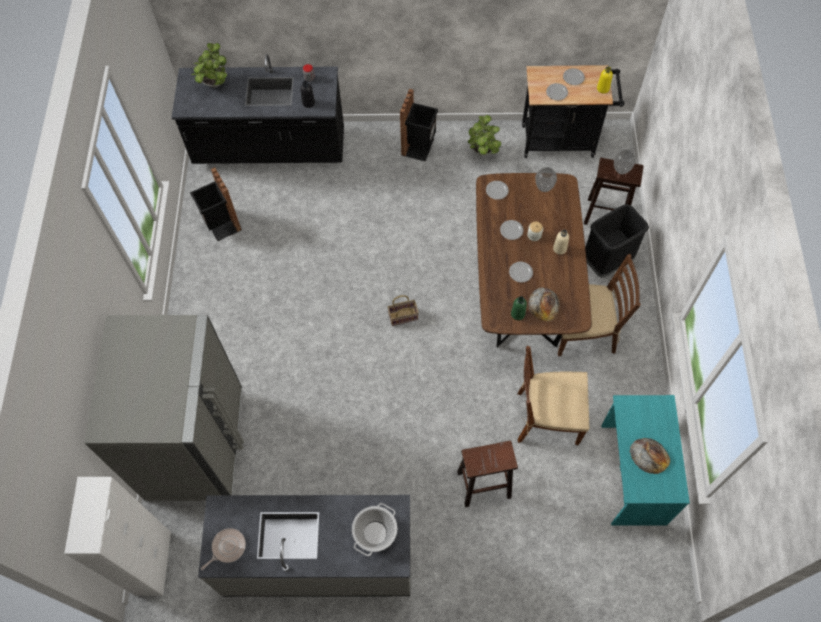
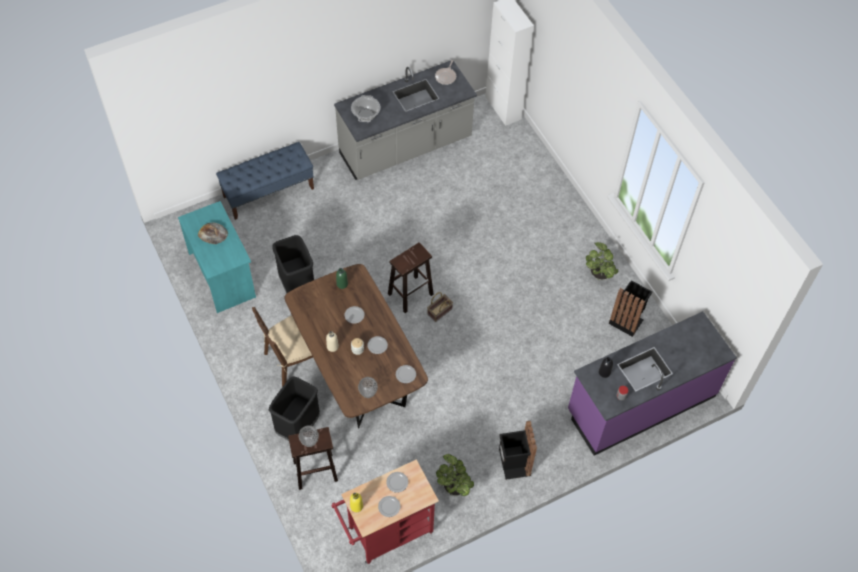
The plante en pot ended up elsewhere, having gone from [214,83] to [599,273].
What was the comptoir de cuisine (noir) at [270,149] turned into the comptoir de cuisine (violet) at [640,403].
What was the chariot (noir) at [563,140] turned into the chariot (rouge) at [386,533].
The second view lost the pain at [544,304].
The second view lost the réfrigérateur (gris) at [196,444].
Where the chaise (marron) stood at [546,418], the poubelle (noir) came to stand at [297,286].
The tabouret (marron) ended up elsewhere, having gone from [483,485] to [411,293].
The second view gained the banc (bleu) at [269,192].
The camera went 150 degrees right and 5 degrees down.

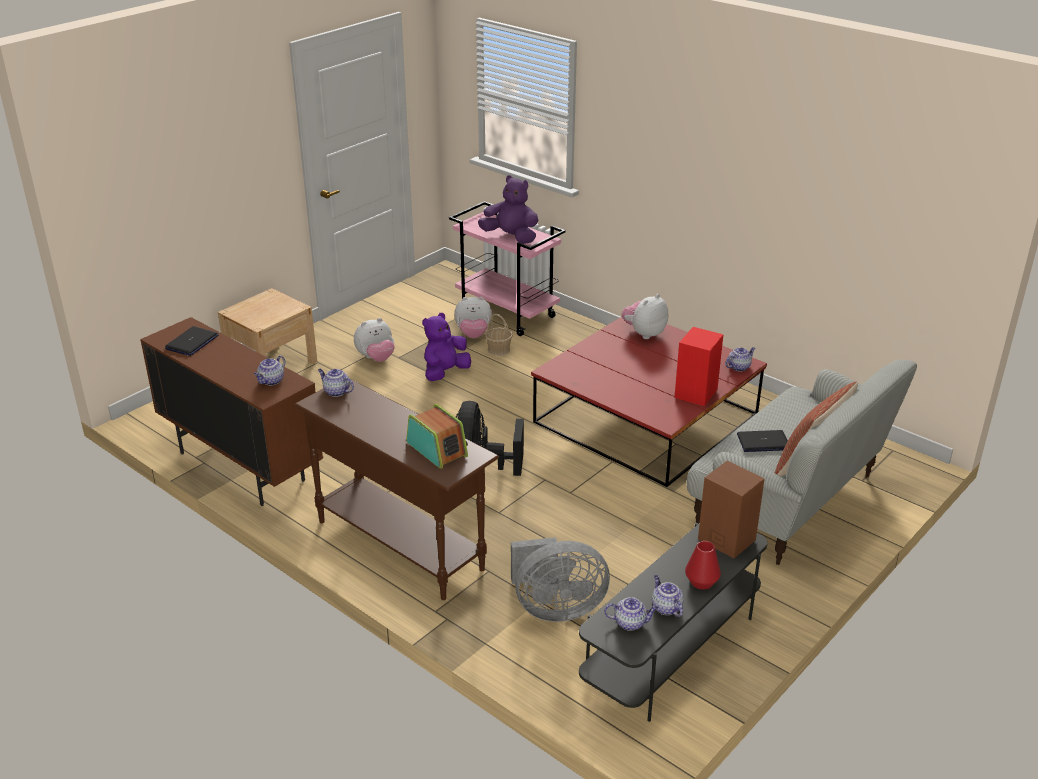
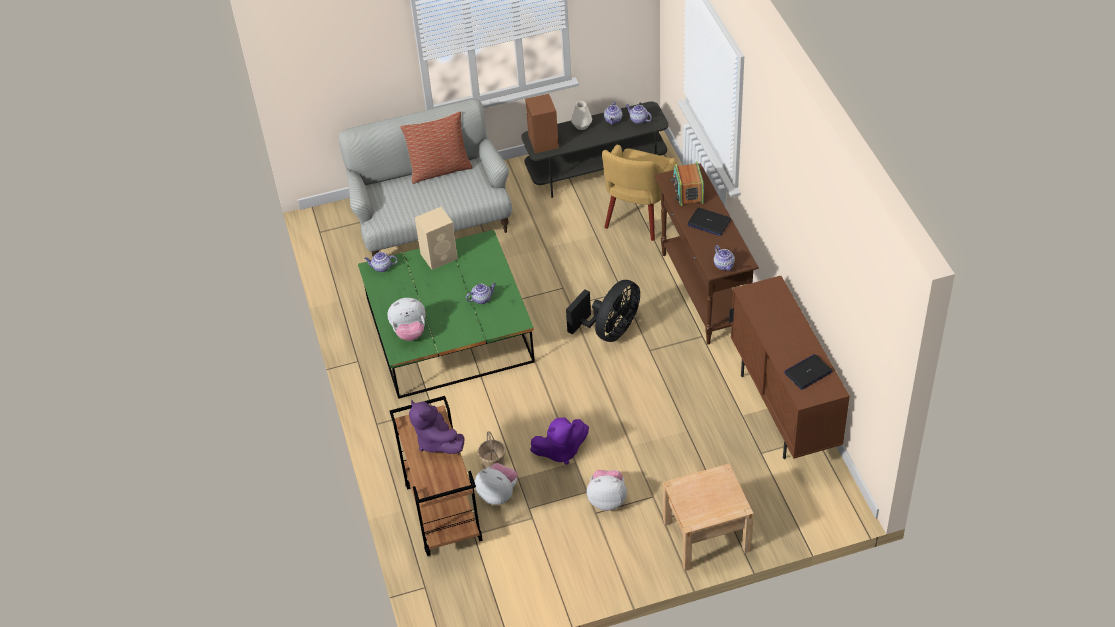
What was the chariot (rose) at [508,313] turned into the chariot (marron) at [442,512].
What was the table basse (rouge) at [646,418] turned into the table basse (vert) at [449,330].
What was the enceinte (rouge) at [695,394] turned into the enceinte (beige) at [440,256].
The théière ended up elsewhere, having gone from [271,381] to [482,299].
The ordinateur portable ended up elsewhere, having gone from [763,442] to [708,222].
Where the ventilateur (gris) stood at [555,608], the fauteuil (jaune) came to stand at [639,214].
What was the vase (rouge) at [701,582] turned into the vase (blanc) at [582,125].
The camera went 145 degrees left and 15 degrees up.

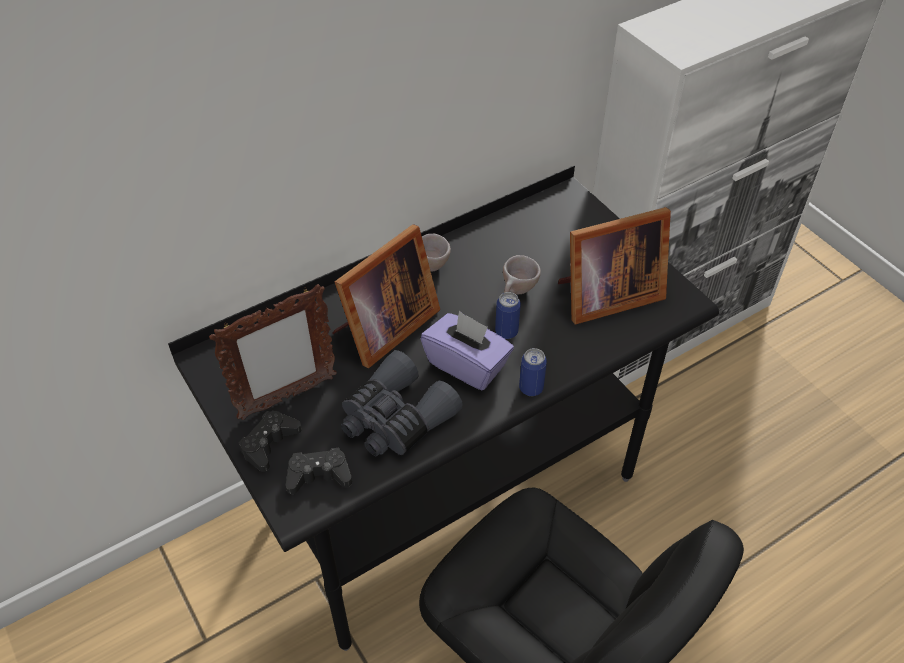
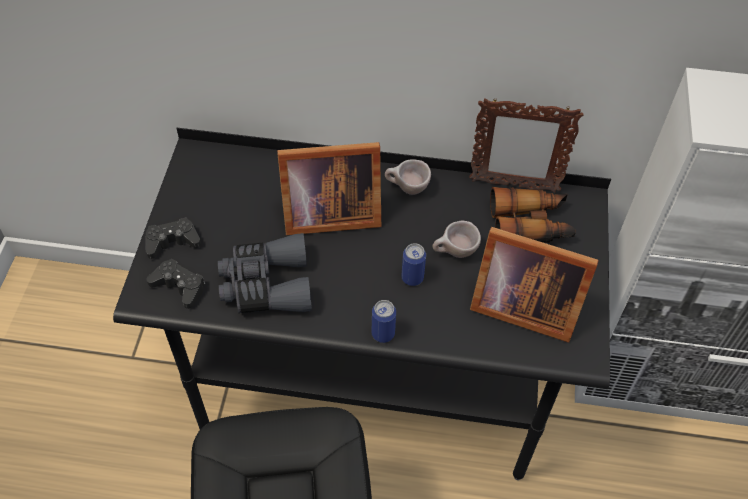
The cadre photo ended up elsewhere, having gone from [287,398] to [513,185].
The second view lost the boîte à mouchoirs (violet) at [467,364].
The second view gained the jumelles at [530,225].
The camera went 40 degrees right and 5 degrees up.

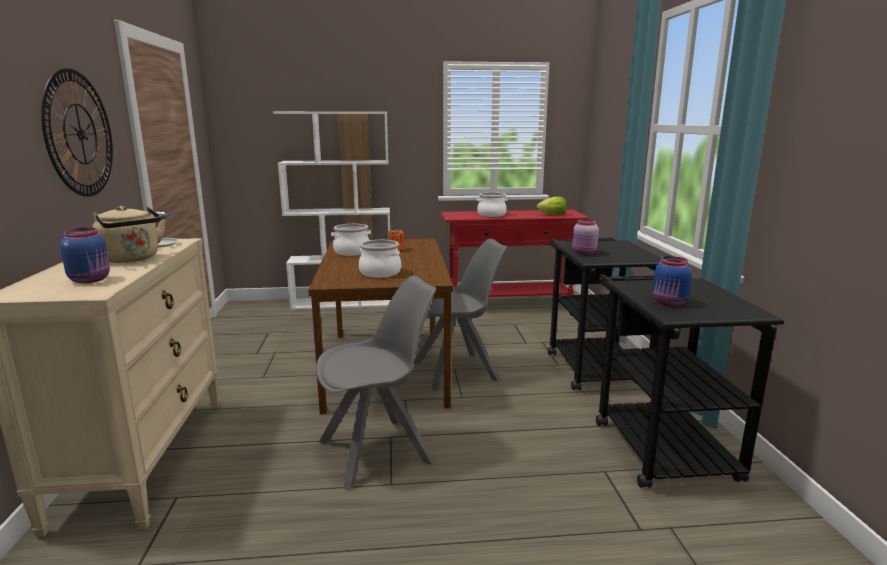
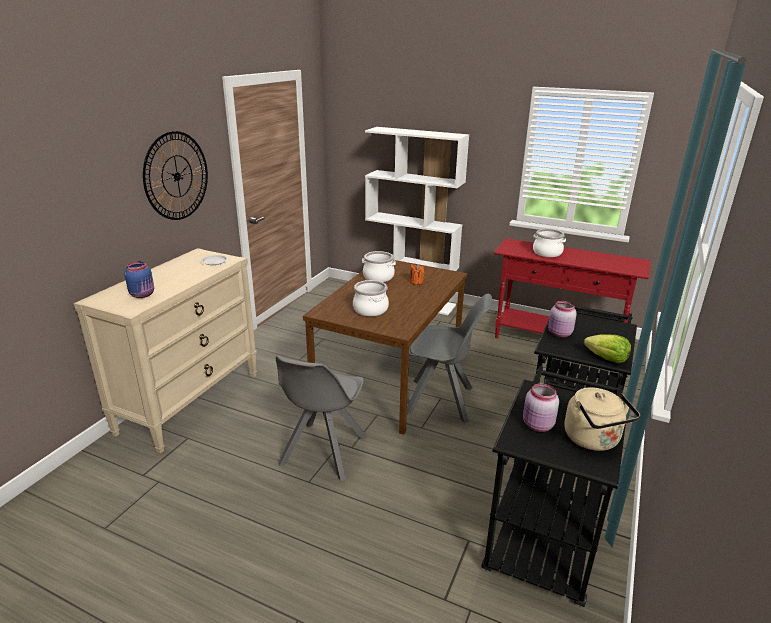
The laitue ended up elsewhere, having gone from [552,215] to [606,359].
The bouilloire (beige) ended up elsewhere, having gone from [132,259] to [594,440].
What was the bocal (bleu) at [669,303] turned into the bocal (rose) at [537,426].
The chaise (gris) at [378,451] ended up facing another way, 105 degrees clockwise from before.
The camera went 30 degrees right and 10 degrees up.

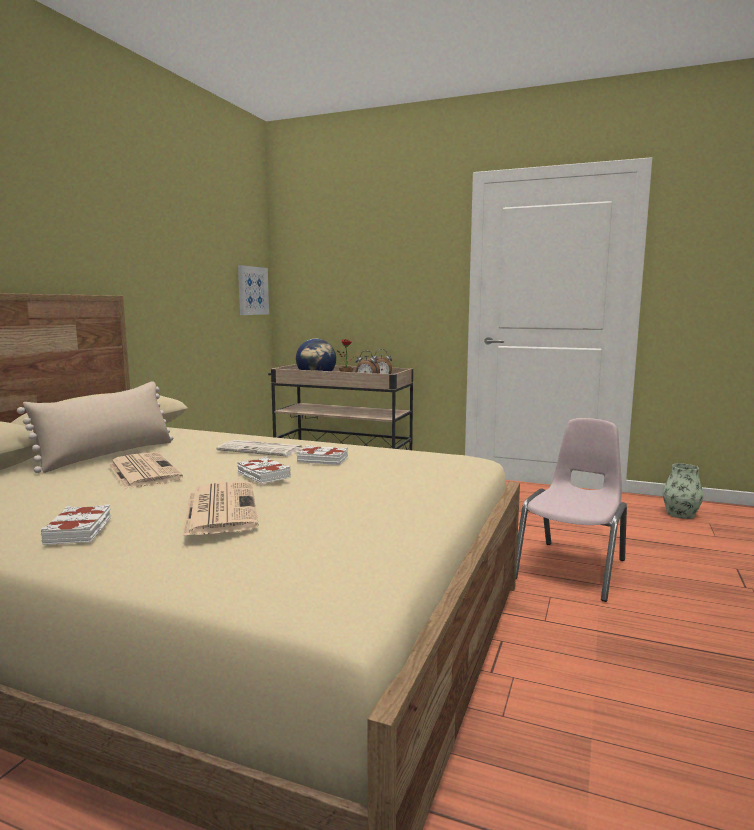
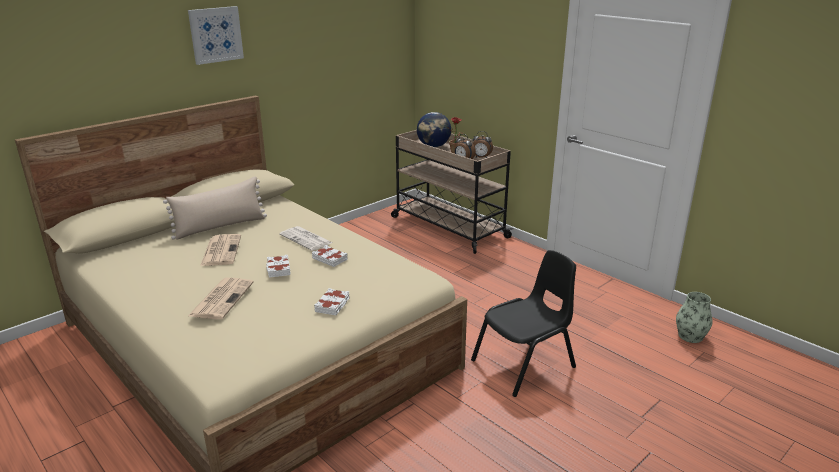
The tableau ended up elsewhere, having gone from [252,290] to [216,35].
What was the chaise (rose) at [572,569] turned into the chaise (noir) at [524,364].
The livre (blanc) ended up elsewhere, having gone from [79,531] to [333,305].
The camera went 25 degrees right and 15 degrees up.

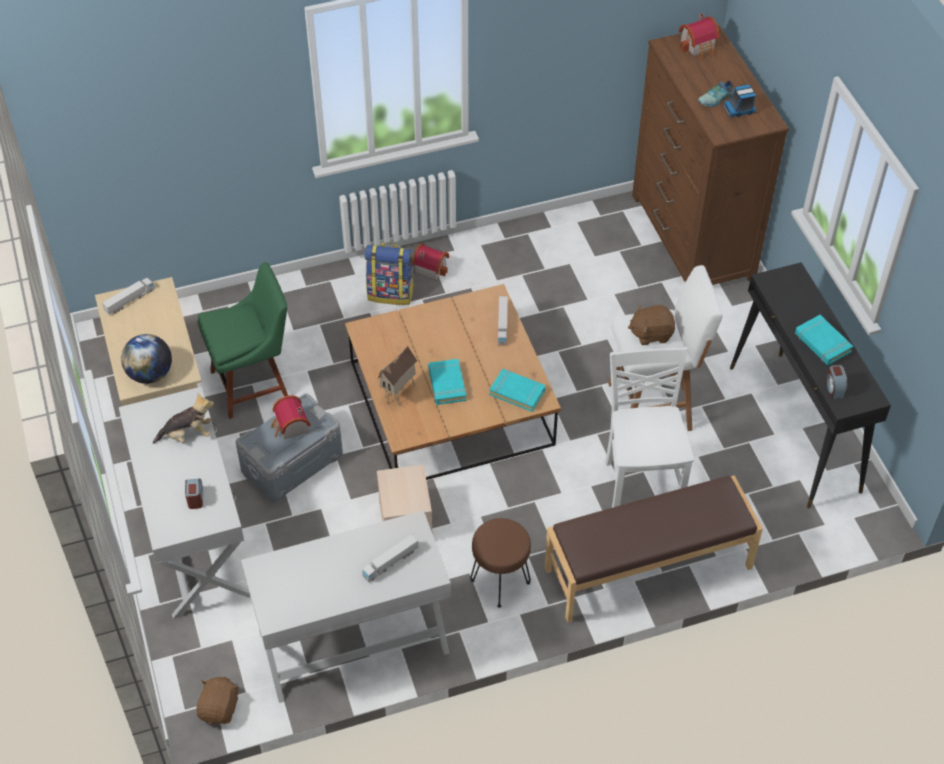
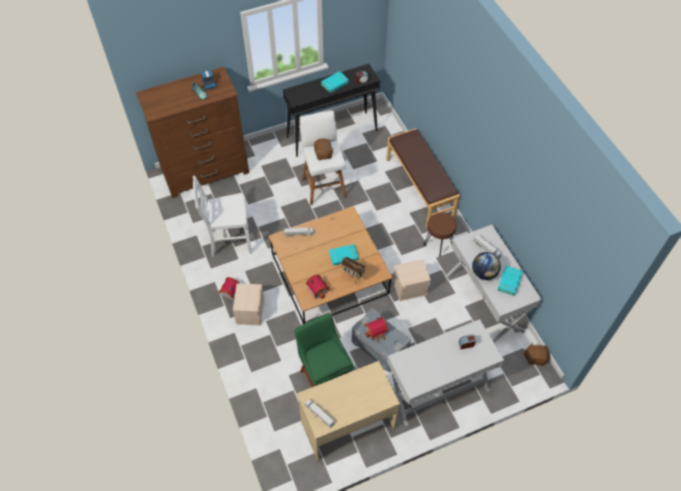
The maison miniature ended up elsewhere, having gone from [699,46] to [318,289].
Where the sac à dos stood at [391,293], the boîte de rangement (beige) came to stand at [250,311].
The globe ended up elsewhere, having gone from [150,374] to [484,273].
The chaise (blanc) ended up elsewhere, having gone from [640,489] to [229,241].
The livre (turquoise) ended up elsewhere, having gone from [517,392] to [509,282].
The second view lost the peluche at [188,435].
The camera went 95 degrees left and 5 degrees up.

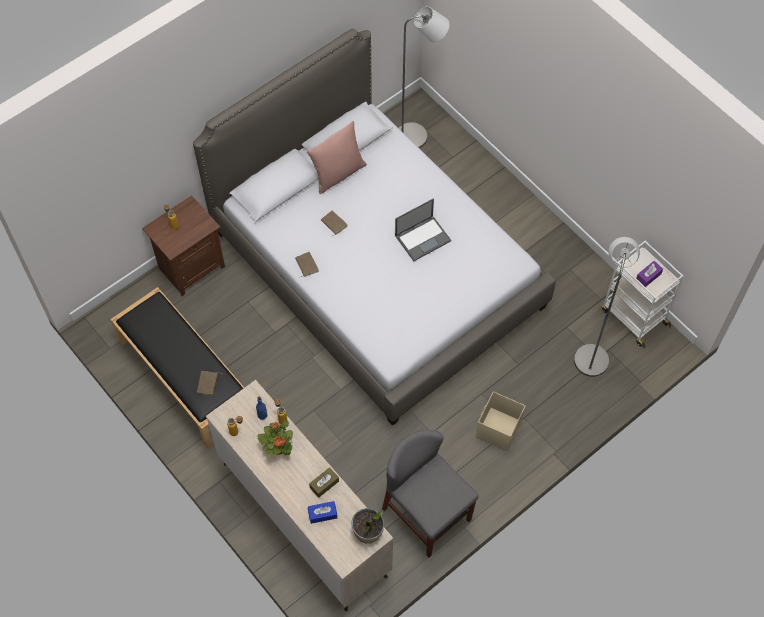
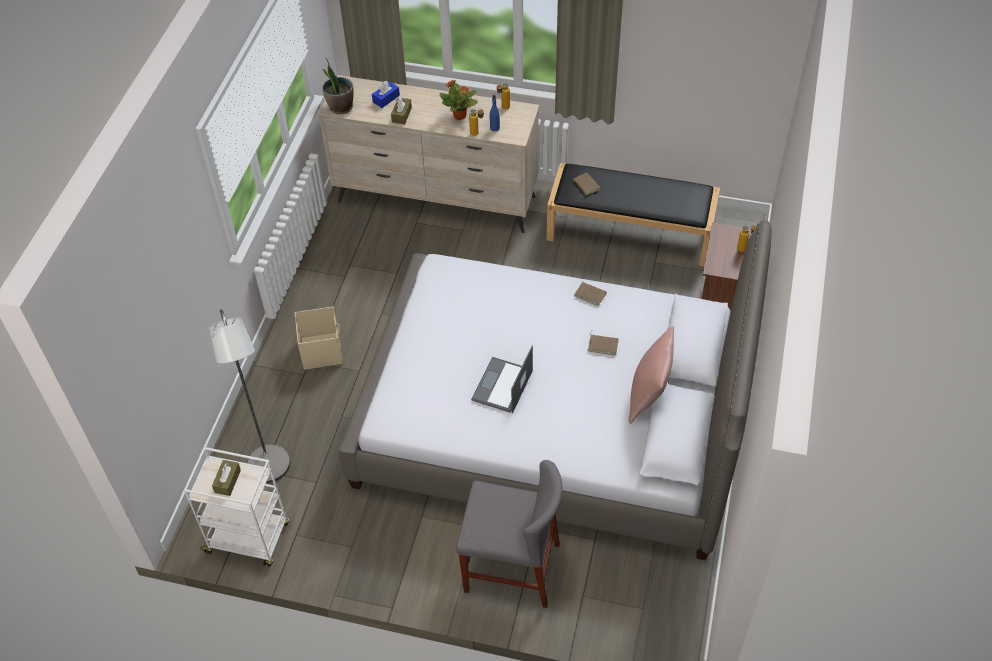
The second view lost the lampadaire (gris) at [418,136].
What was the boîte à mouchoirs (violet) at [648,276] turned into the boîte à mouchoirs (marron) at [227,481].
The chaise (gris) ended up elsewhere, having gone from [426,514] to [511,568].
The camera went 145 degrees right and 10 degrees down.

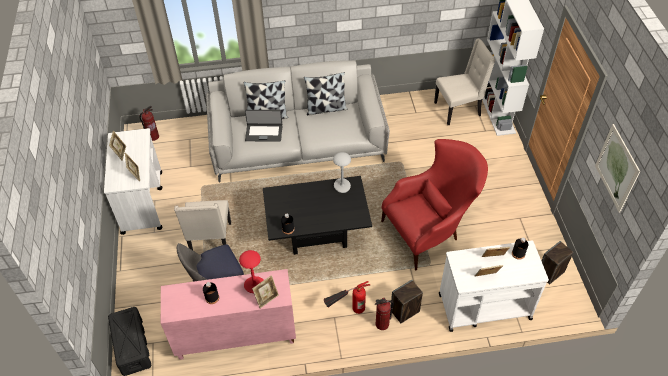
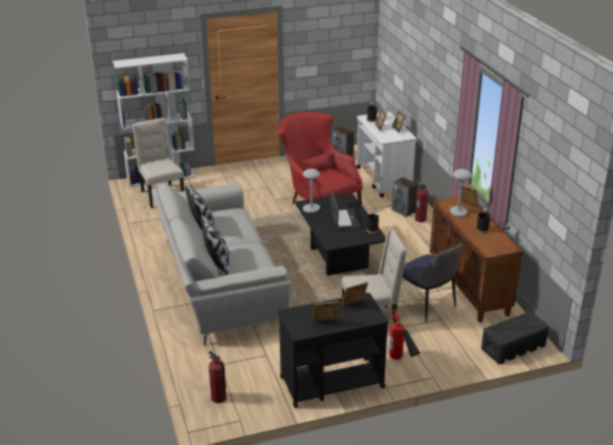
The ordinateur portable ended up elsewhere, having gone from [264,133] to [344,219].
The second view lost the tableau at [617,168].
What was the chariot (blanc) at [142,202] turned into the chariot (noir) at [331,382].
What was the lampe de table (rouge) at [254,285] turned into the lampe de table (gris) at [458,212].
What was the meuble de rangement (rose) at [235,336] turned into the meuble de rangement (marron) at [469,288].
The extincteur ended up elsewhere, having gone from [347,311] to [402,363].
The camera went 100 degrees left and 20 degrees down.

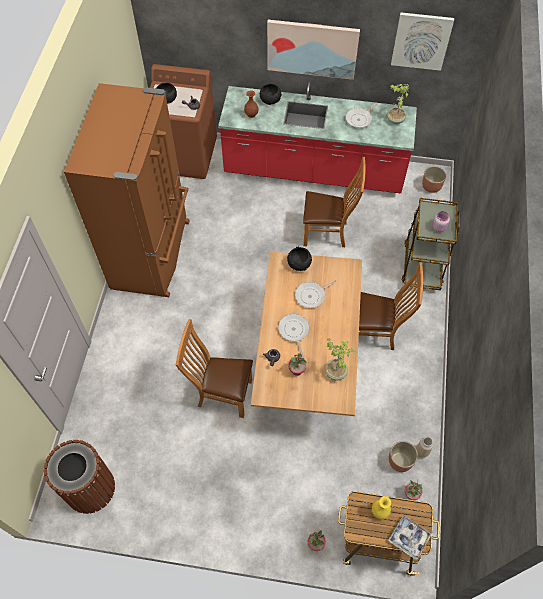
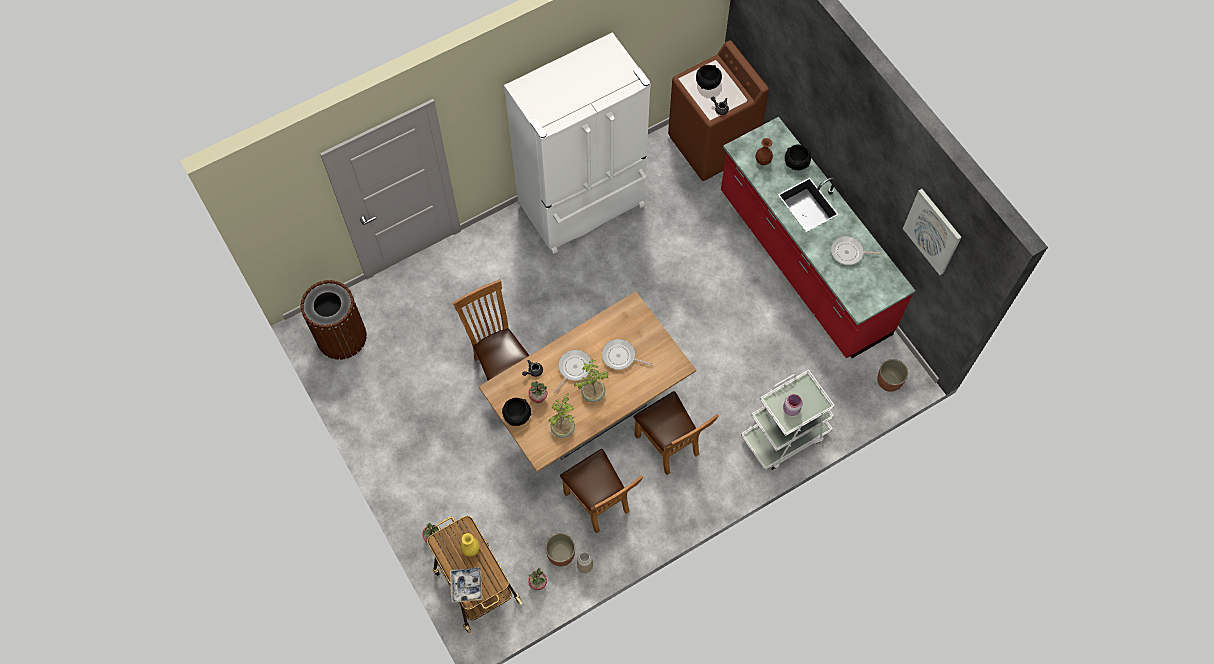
The second view lost the tableau at [312,48].
What was the réfrigérateur (marron) at [153,254] turned into the réfrigérateur (blanc) at [583,206].
The plante en pot ended up elsewhere, having gone from [394,120] to [592,393].
The chaise (marron) ended up elsewhere, having gone from [328,233] to [600,504].
What was the chariot (marron) at [422,264] turned into the chariot (blanc) at [784,436].
The bol (noir) ended up elsewhere, having gone from [299,263] to [517,415].
The camera went 50 degrees right and 5 degrees up.

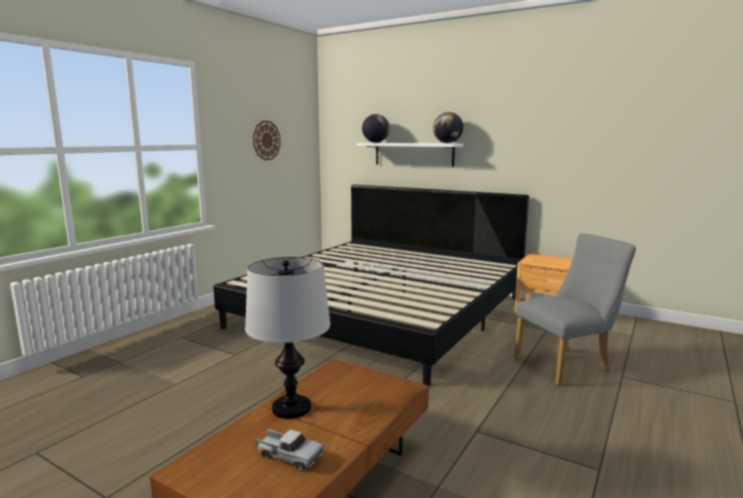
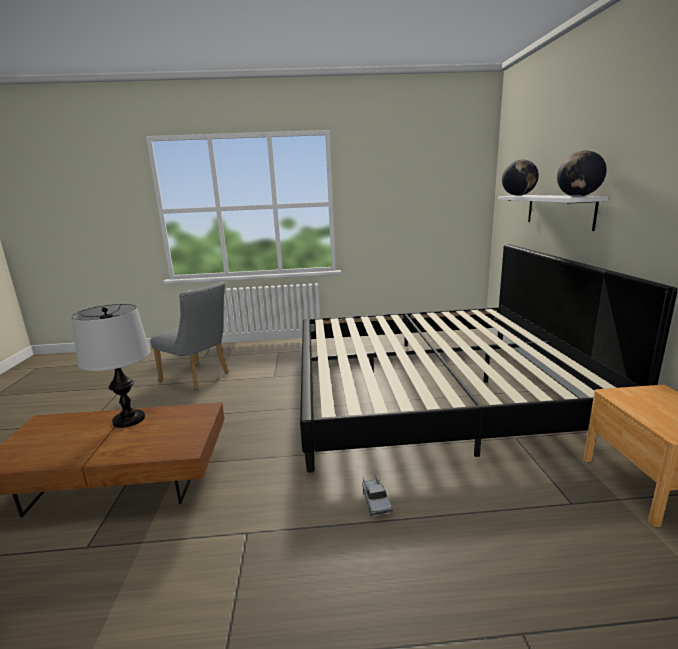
The second view lost the horloge murale at [266,140].
The chaise (gris) ended up elsewhere, having gone from [567,364] to [198,377].
The camion jouet ended up elsewhere, having gone from [288,456] to [375,501].
The camera went 55 degrees right and 5 degrees up.

